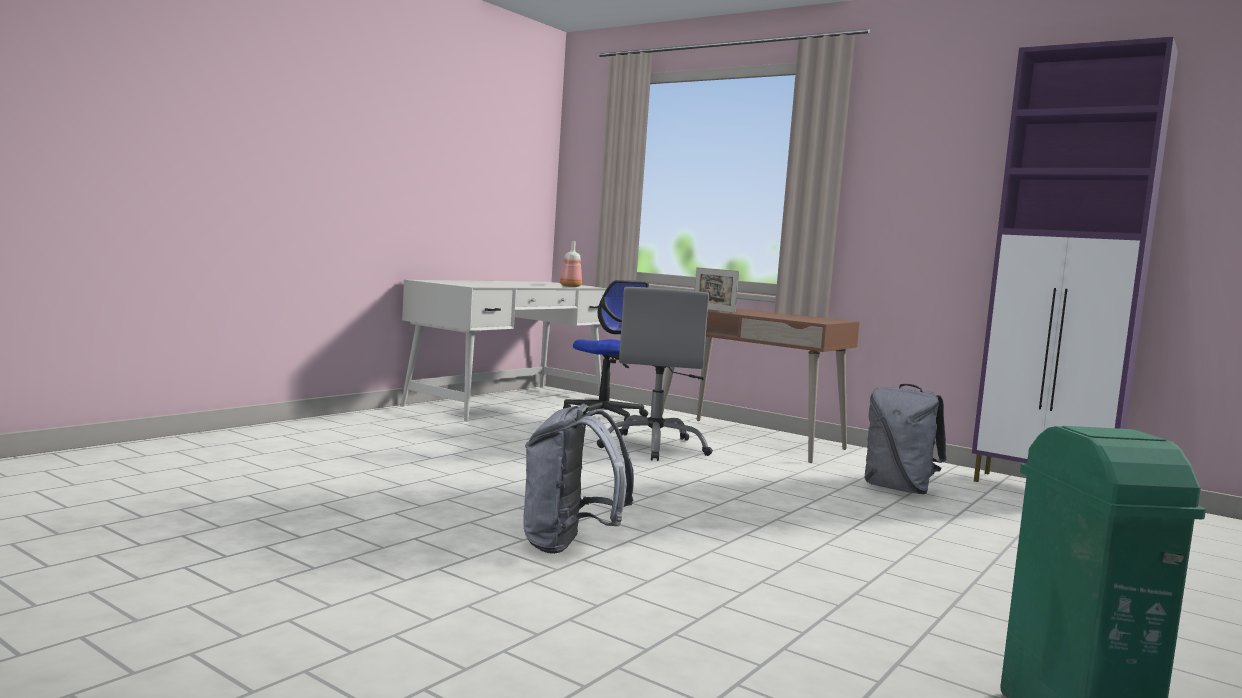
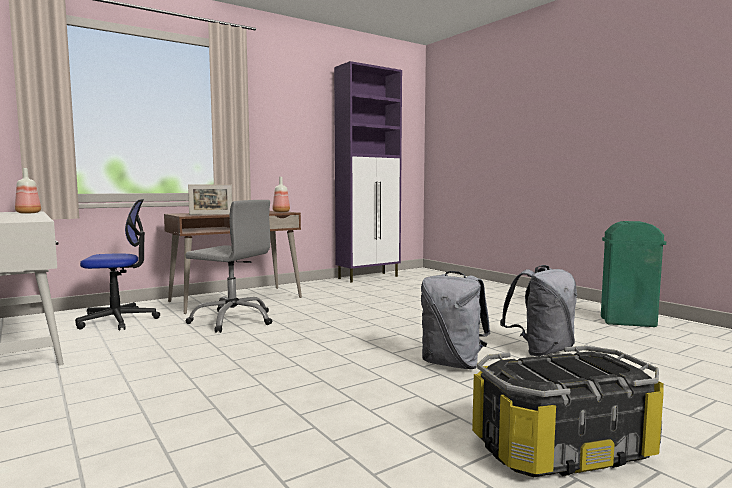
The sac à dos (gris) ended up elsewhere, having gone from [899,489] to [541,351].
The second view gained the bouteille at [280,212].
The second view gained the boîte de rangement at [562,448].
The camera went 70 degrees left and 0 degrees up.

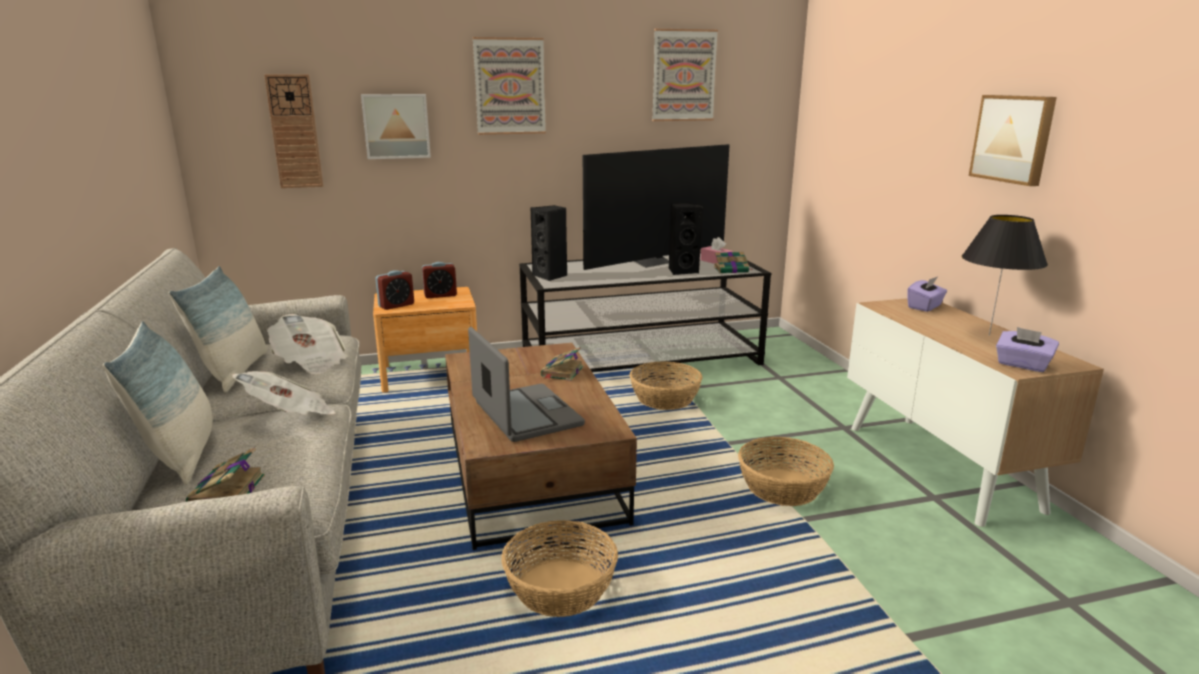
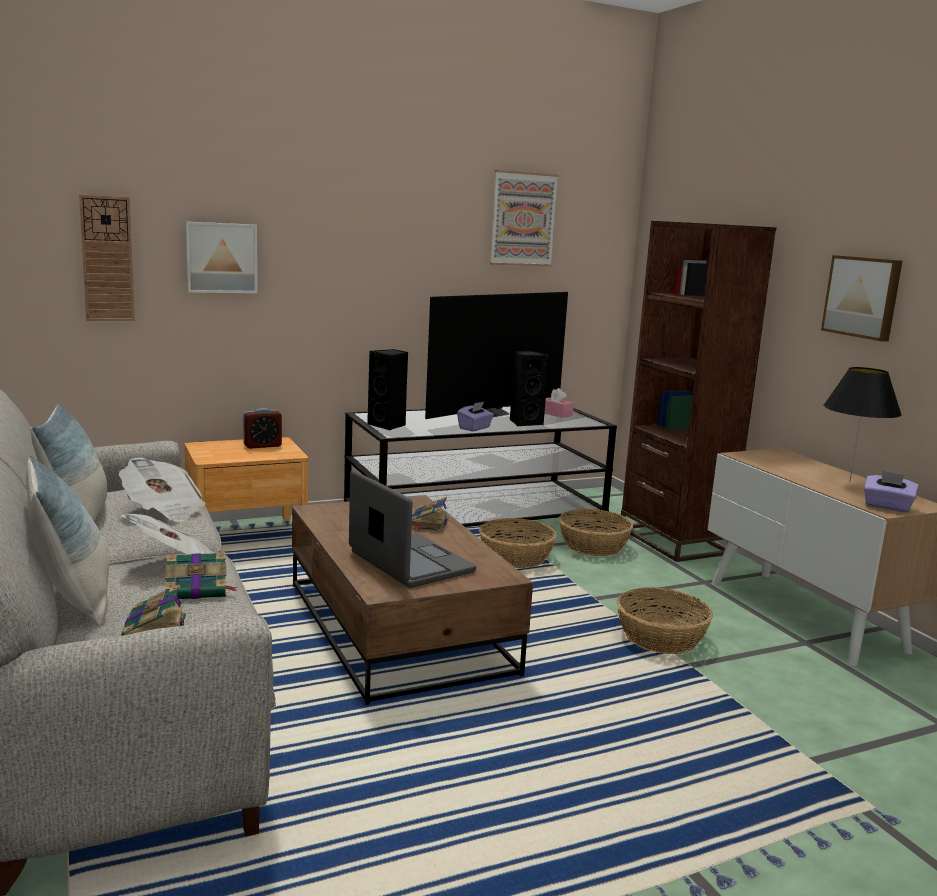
The second view lost the tableau at [509,86].
The livre ended up elsewhere, having gone from [732,270] to [198,590].
The second view lost the réveil at [396,305].
The boîte à mouchoirs (violet) ended up elsewhere, having gone from [925,307] to [475,428].
The panier ended up elsewhere, having gone from [561,588] to [594,546].
The second view gained the bibliothèque (marron) at [673,541].
The camera went 10 degrees left and 5 degrees down.

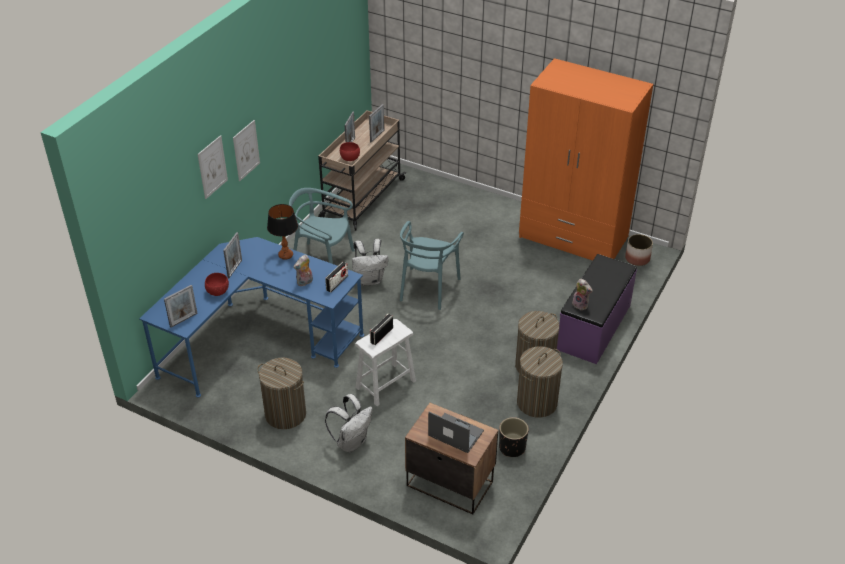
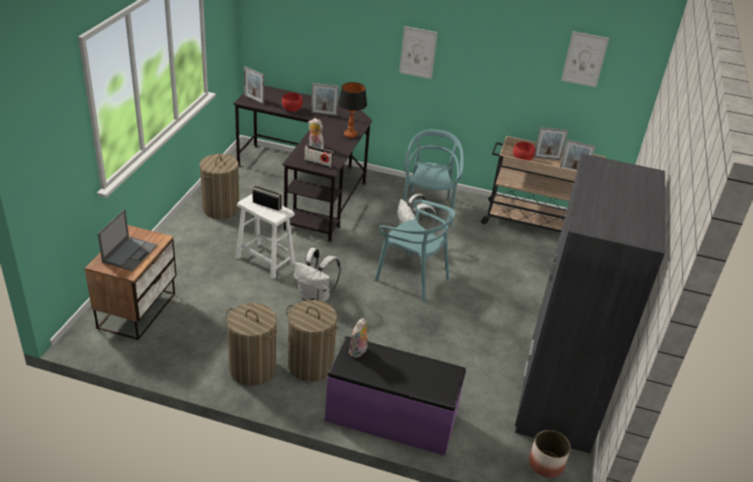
What was the armoire (orange) at [573,237] turned into the armoire (gris) at [557,394].
The tableau ended up elsewhere, having gone from [212,167] to [584,59].
The chaise (turquoise) at [428,288] ended up facing another way, 150 degrees counterclockwise from before.
What was the bureau (bleu) at [257,340] turned into the bureau (noir) at [309,185].
The sac à dos (blanc) ended up elsewhere, having gone from [351,442] to [315,297].
The second view lost the cache-pot (noir) at [512,447].
The camera went 75 degrees right and 5 degrees down.

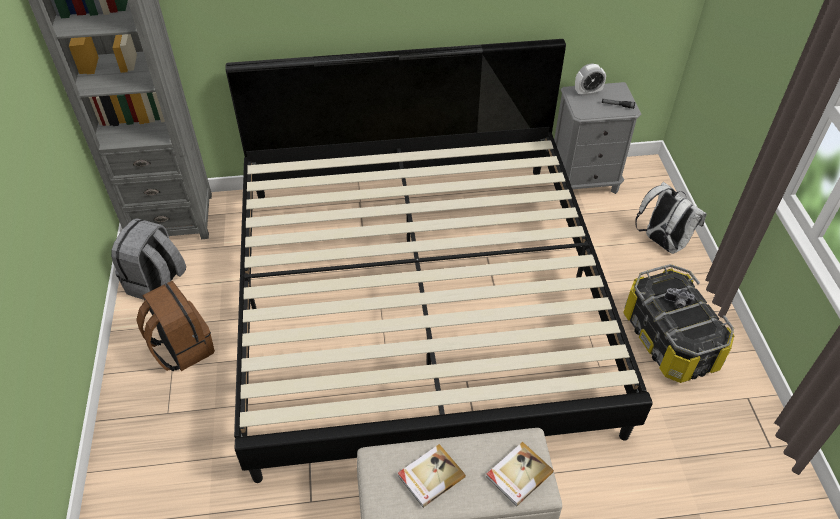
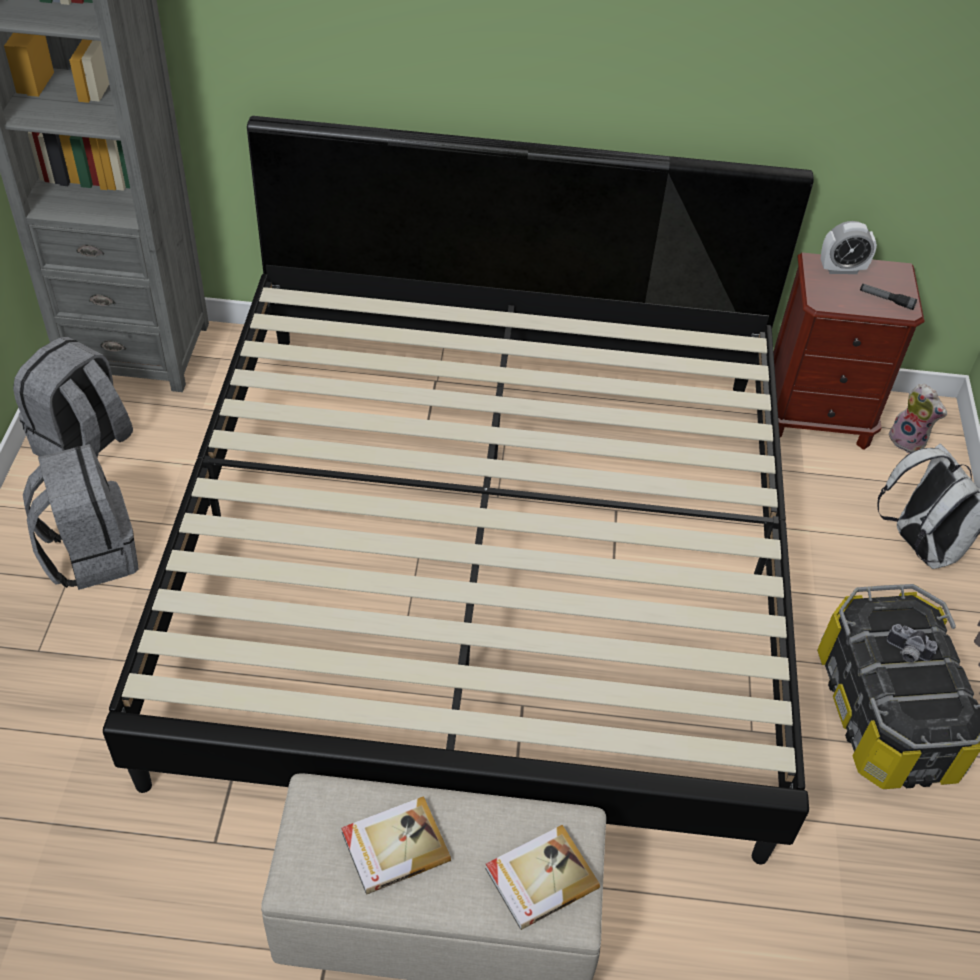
What was the table de chevet (gris) at [584,180] turned into the table de chevet (marron) at [816,417].
What was the sac à dos (marron) at [182,348] turned into the sac à dos (gris) at [90,554].
The second view gained the peluche at [909,441].
The camera went 10 degrees right and 0 degrees up.

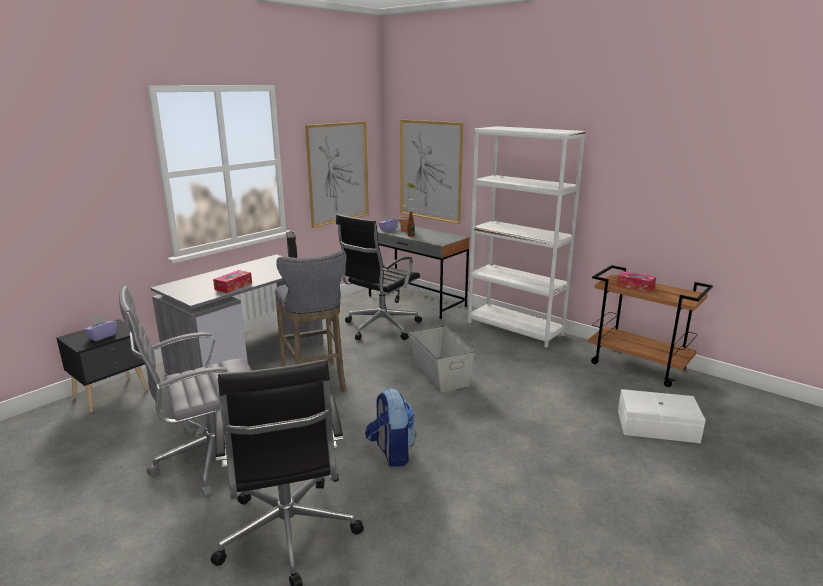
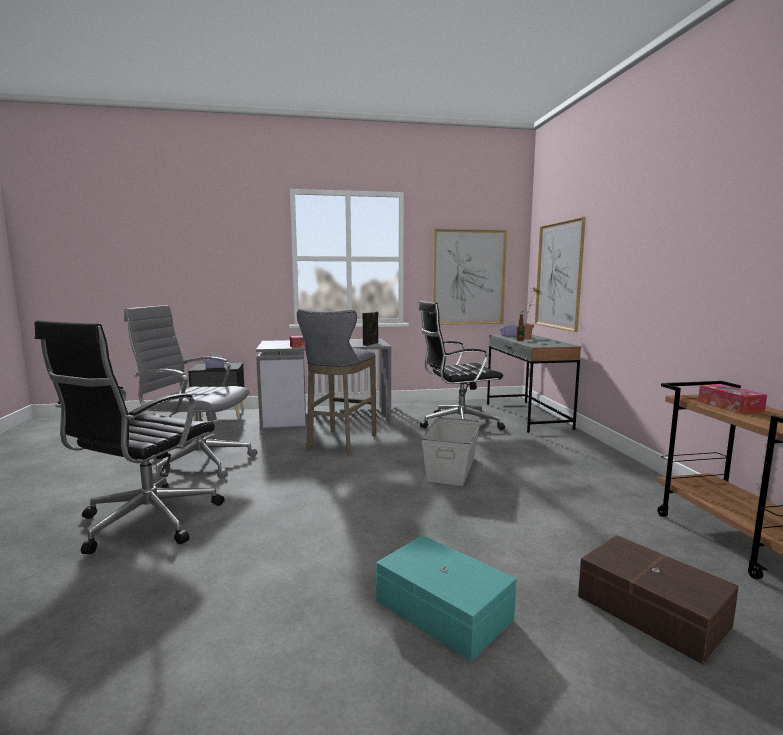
The second view lost the bibliothèque (blanc) at [515,328].
The second view lost the sac à dos at [391,452].
What was the boîte de rangement (blanc) at [658,427] turned into the boîte de rangement (marron) at [652,612].
The second view gained the boîte de rangement (turquoise) at [443,611].
The camera went 40 degrees right and 10 degrees down.

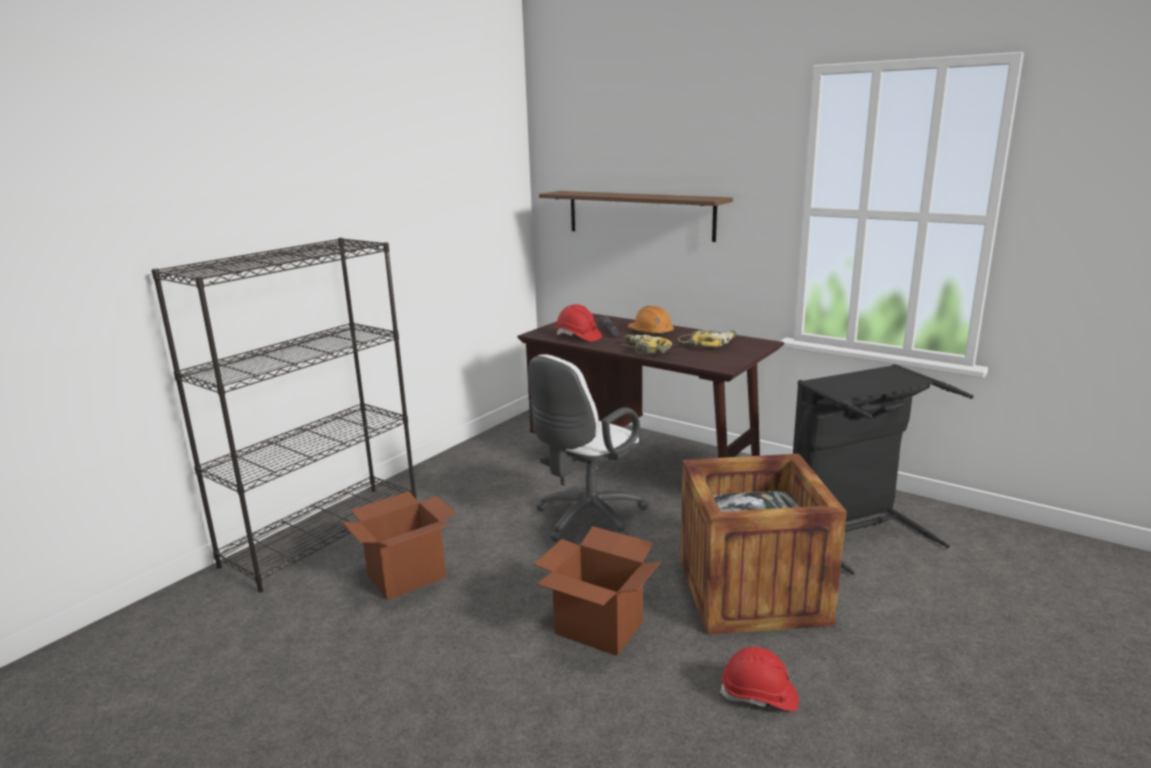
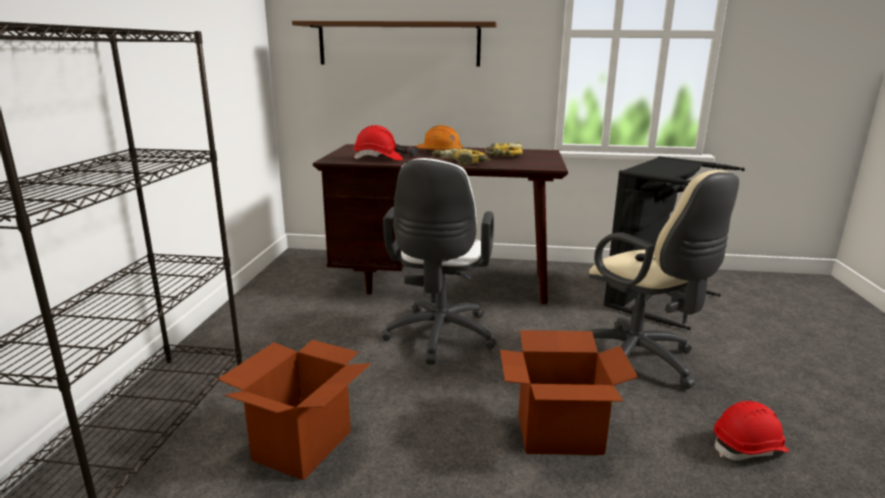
Where the caisse stood at [752,591], the chaise de bureau (beige) came to stand at [639,362].
The camera went 30 degrees left and 0 degrees up.

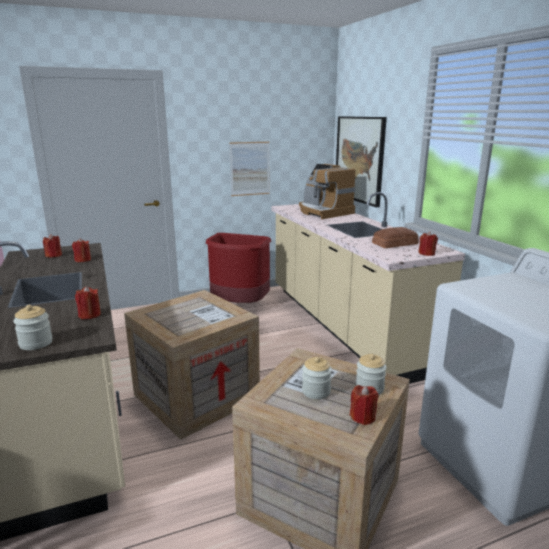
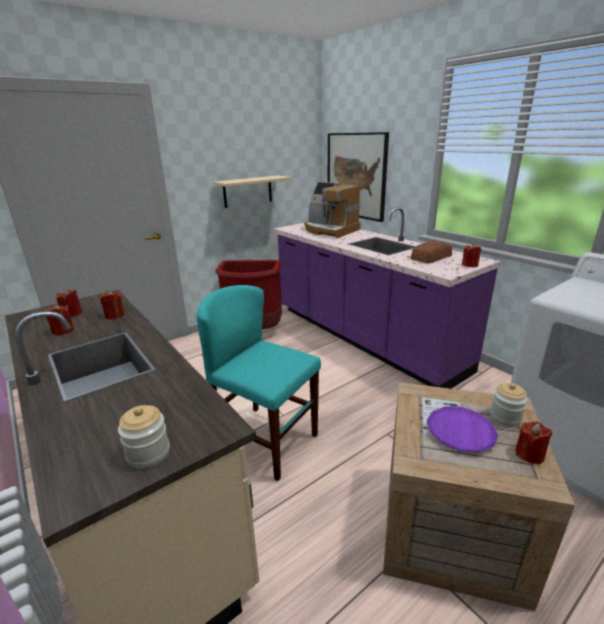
Where the tableau hung at [250,168], the étagère (beige) came to hang at [248,191].
What was the comptoir de cuisine (beige) at [343,326] turned into the comptoir de cuisine (violet) at [363,338].
The bougie (rouge) ended up elsewhere, having gone from [89,315] to [63,330].
Where the caisse stood at [196,395], the chaise (turquoise) came to stand at [265,440].
Where the bocal stood at [316,391], the assiette (violet) came to stand at [460,432].
The camera went 15 degrees left and 5 degrees up.

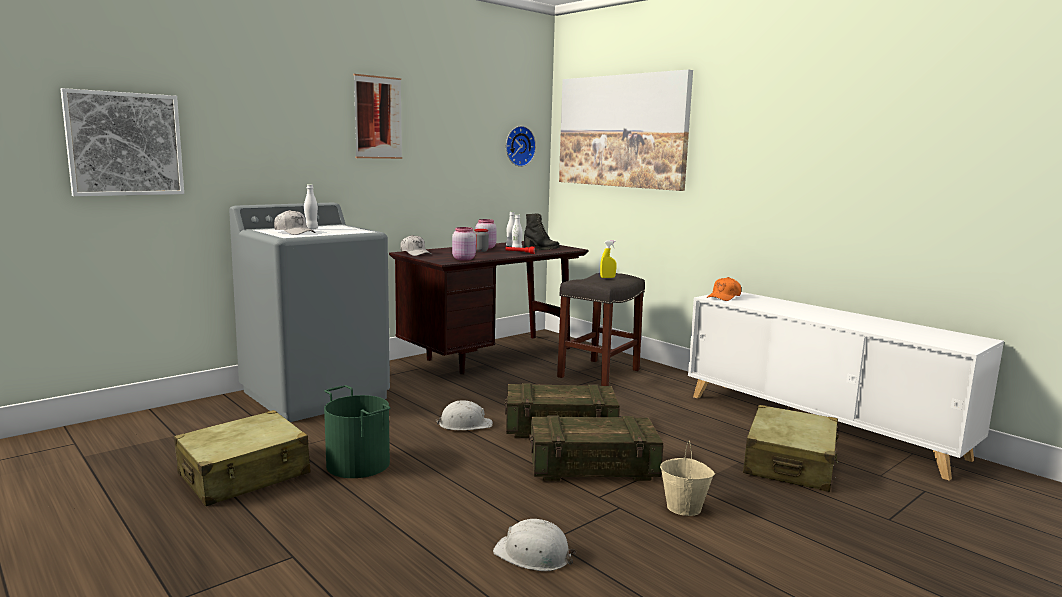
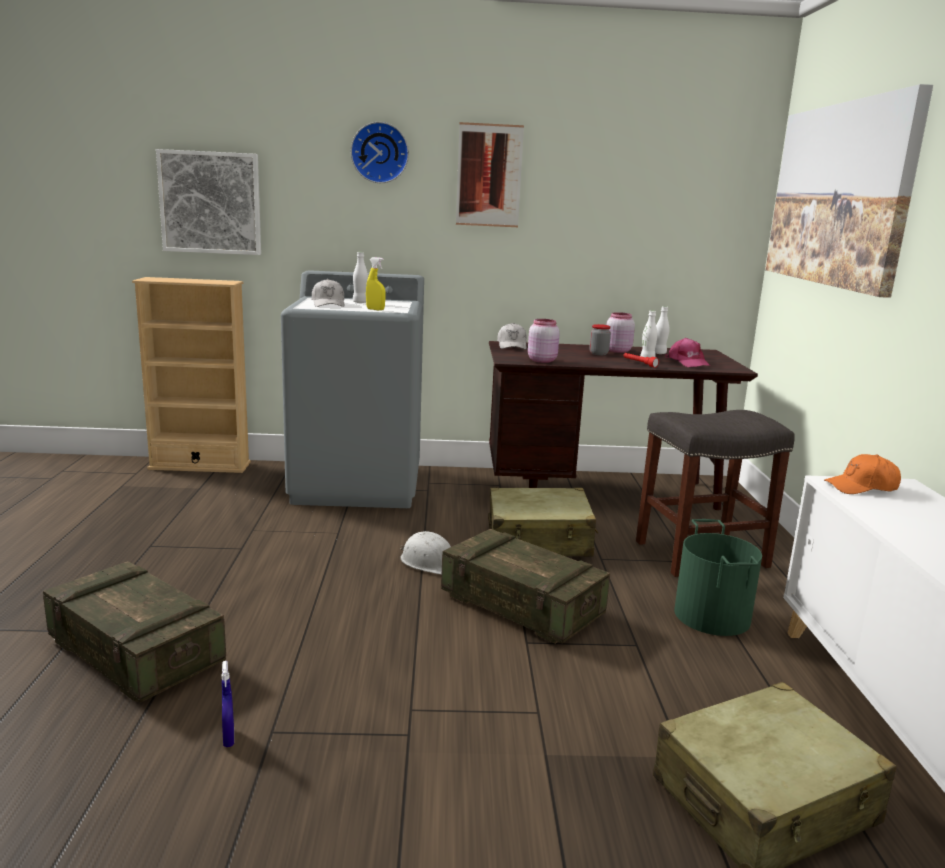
The horloge murale ended up elsewhere, having gone from [518,146] to [380,153].
Where the botte (noir) stood at [541,249], the casquette (rose) came to stand at [688,362].
The vaporisateur (jaune) ended up elsewhere, having gone from [607,277] to [375,309].
The seau (vert) ended up elsewhere, having gone from [359,463] to [713,615].
The valise (beige) ended up elsewhere, having gone from [245,474] to [539,540].
The caisse ended up elsewhere, having gone from [593,468] to [136,654].
The second view lost the seau (beige) at [684,508].
Where the casque de chantier (blanc) stood at [533,555], the vaporisateur (bleu) came to stand at [228,738].
The second view gained the bibliothèque (beige) at [200,466].
The camera went 40 degrees right and 5 degrees up.

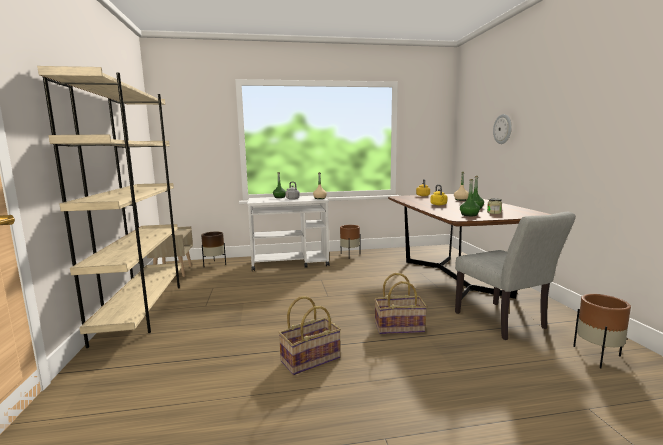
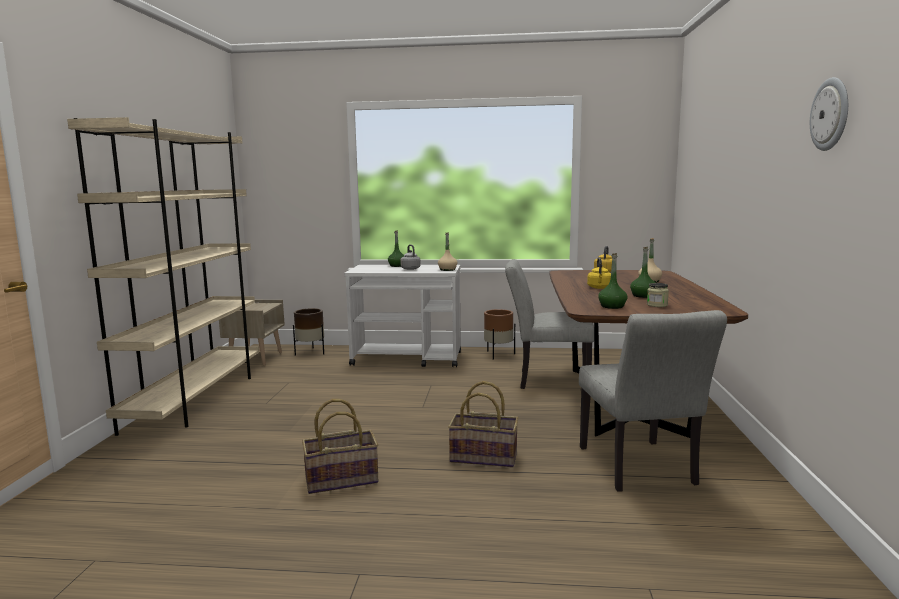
The horloge murale ended up elsewhere, having gone from [503,129] to [830,114].
The second view lost the cache-pot (marron) at [598,356].
The second view gained the chaise (gris) at [547,380].
The camera went 15 degrees right and 0 degrees up.

